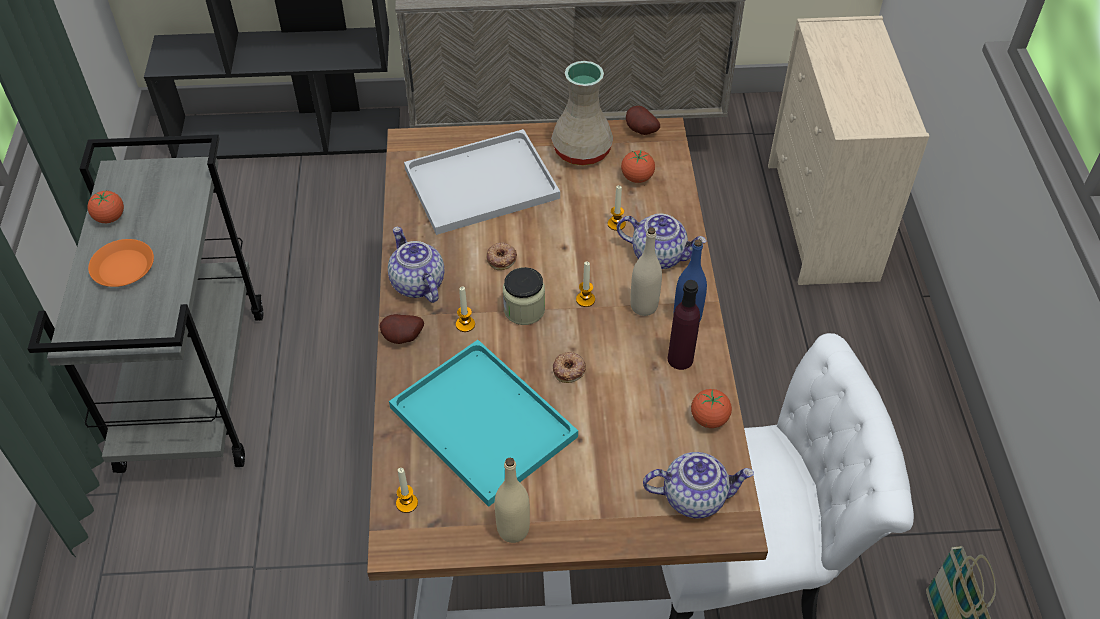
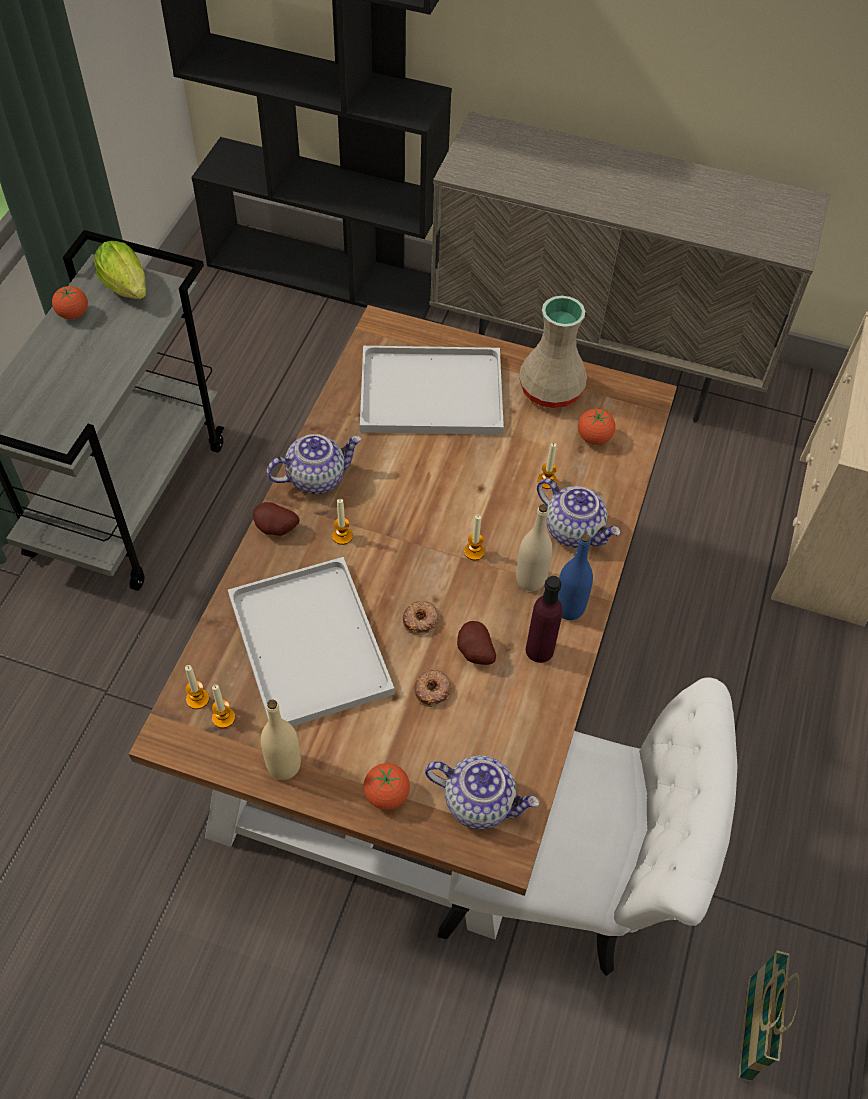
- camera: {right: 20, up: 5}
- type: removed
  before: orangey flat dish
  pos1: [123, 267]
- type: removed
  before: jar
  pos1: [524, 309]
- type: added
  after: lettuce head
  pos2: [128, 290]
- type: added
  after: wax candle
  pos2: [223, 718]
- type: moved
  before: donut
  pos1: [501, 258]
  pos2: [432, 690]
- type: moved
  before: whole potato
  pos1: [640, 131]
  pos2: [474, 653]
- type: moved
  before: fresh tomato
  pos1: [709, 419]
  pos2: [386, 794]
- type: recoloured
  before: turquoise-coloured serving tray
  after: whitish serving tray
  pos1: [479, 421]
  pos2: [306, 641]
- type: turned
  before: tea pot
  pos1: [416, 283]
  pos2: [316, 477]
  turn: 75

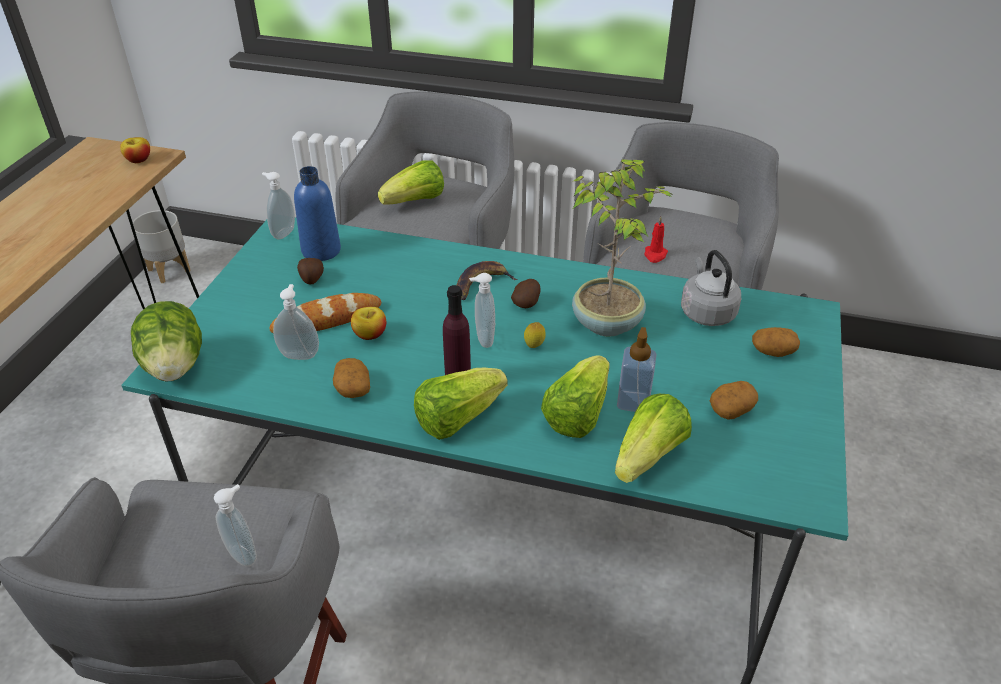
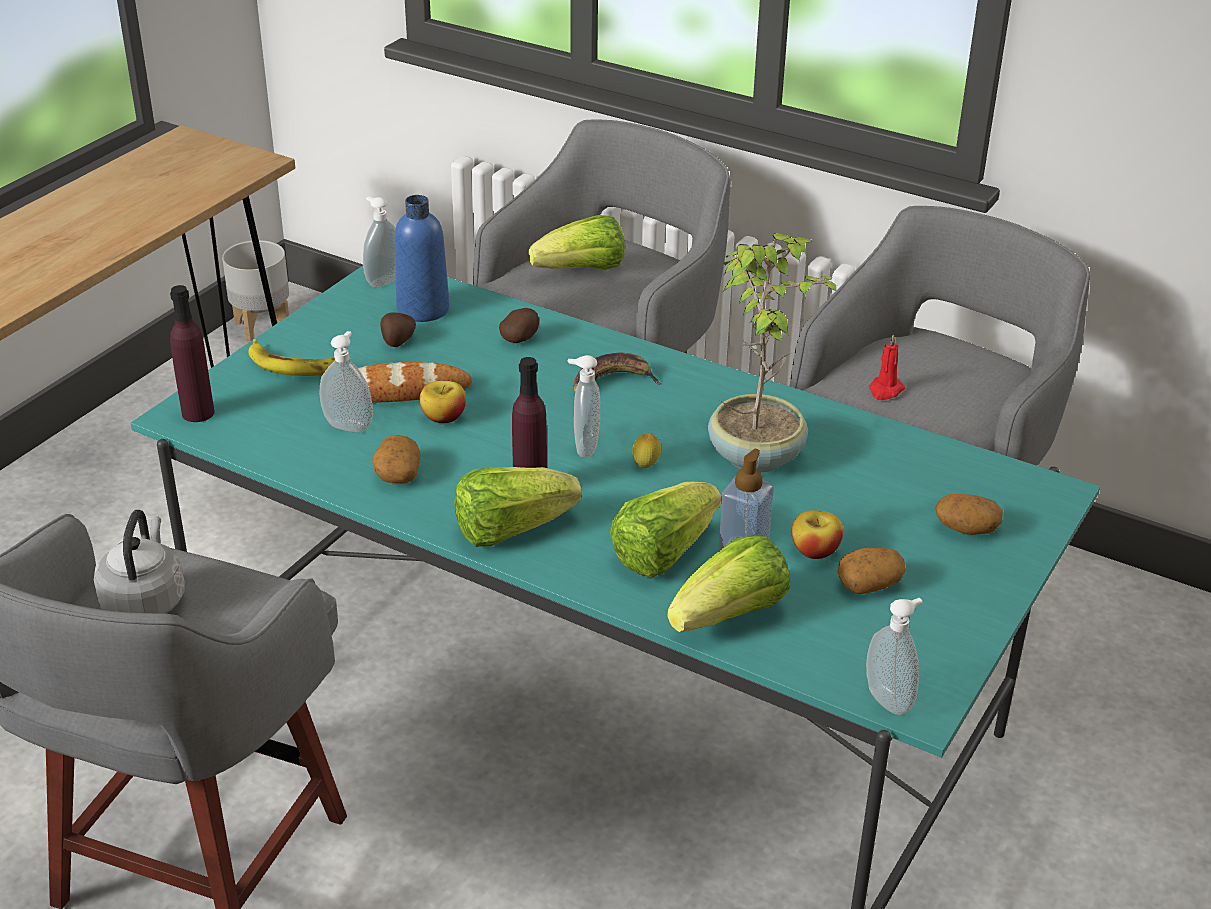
- camera: {right: 15, up: -5}
- type: added
  after: banana
  pos2: [292, 364]
- type: moved
  before: apple
  pos1: [138, 160]
  pos2: [815, 551]
- type: moved
  before: liquid soap bottle
  pos1: [244, 553]
  pos2: [890, 699]
- type: moved
  before: whole potato
  pos1: [527, 303]
  pos2: [520, 339]
- type: moved
  before: greyish water kettle
  pos1: [706, 312]
  pos2: [145, 599]
- type: replaced
  before: lettuce head
  after: purple-coloured beverage bottle
  pos1: [175, 366]
  pos2: [198, 413]

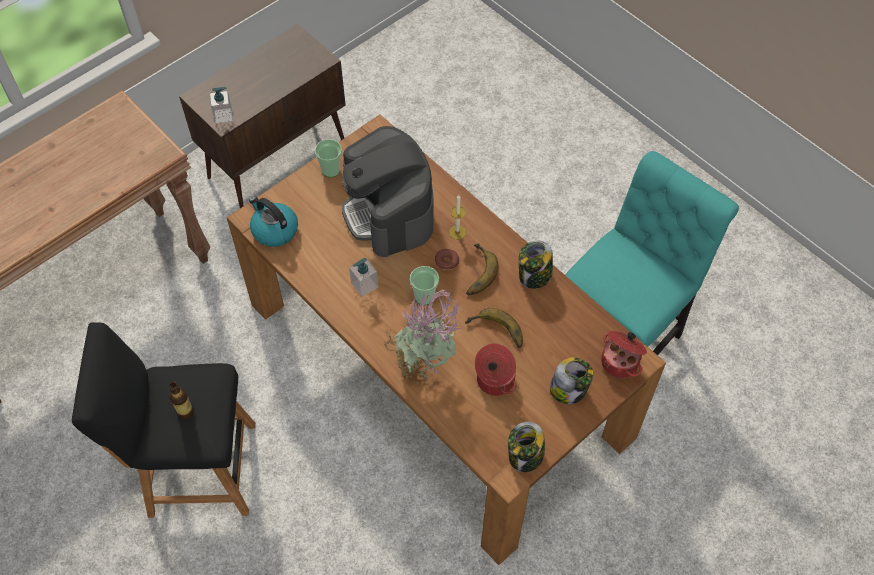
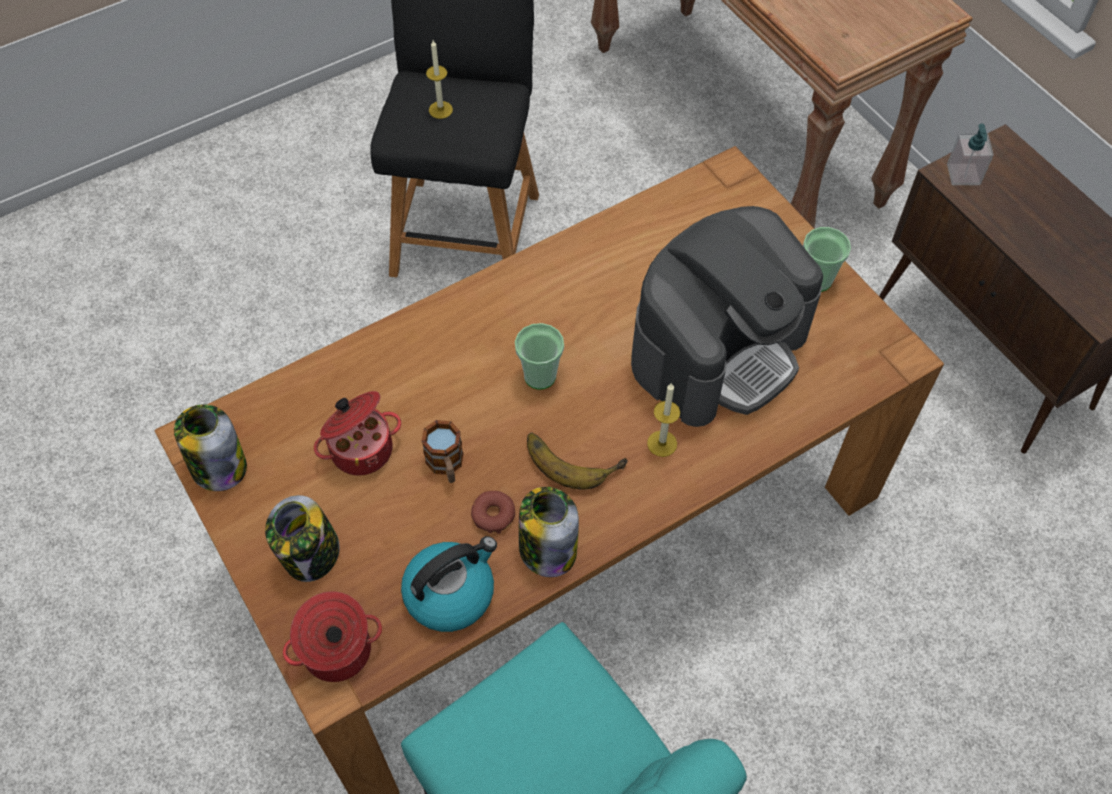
- camera: {right: 100, up: 0}
- type: removed
  before: liquid soap bottle
  pos1: [364, 285]
- type: removed
  before: potted plant
  pos1: [424, 365]
- type: moved
  before: water kettle
  pos1: [274, 230]
  pos2: [450, 593]
- type: moved
  before: donut
  pos1: [446, 262]
  pos2: [493, 515]
- type: replaced
  before: beverage bottle
  after: wax candle
  pos1: [186, 412]
  pos2: [440, 110]
- type: replaced
  before: banana
  after: coffee mug
  pos1: [495, 333]
  pos2: [446, 465]
- type: turned
  before: coffee brewer
  pos1: [389, 212]
  pos2: [719, 349]
  turn: 150

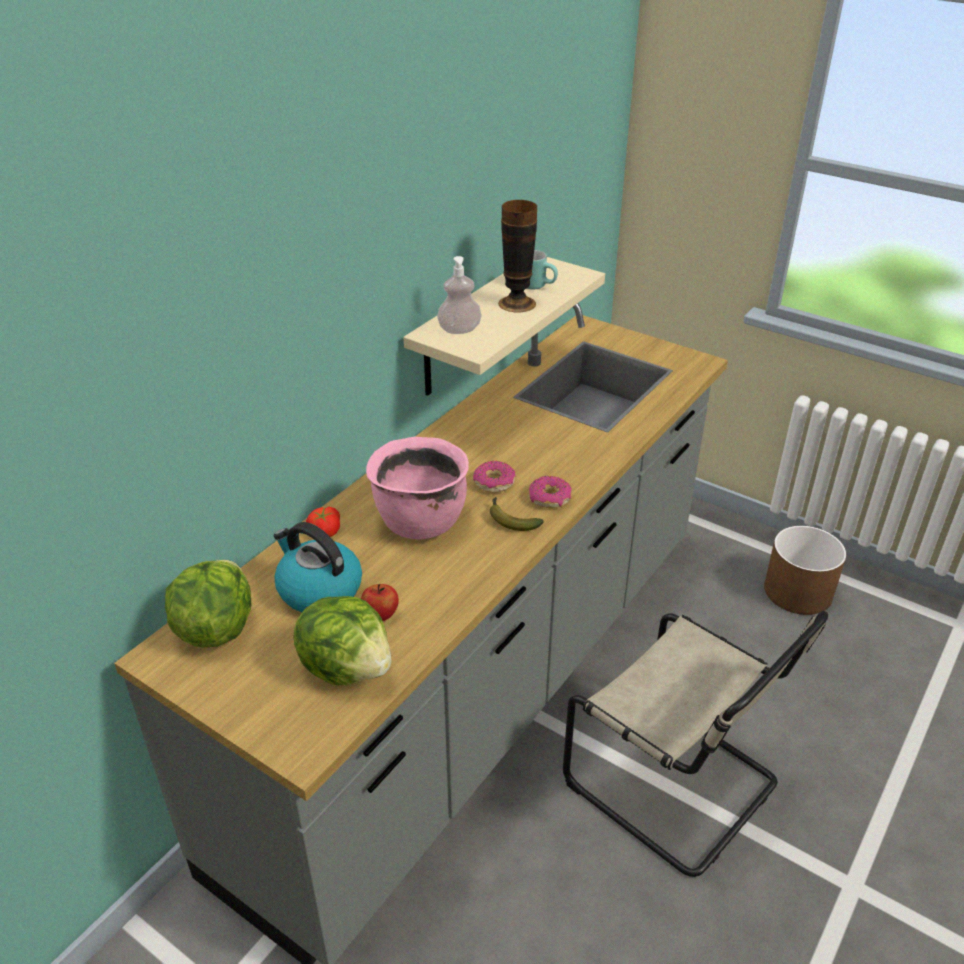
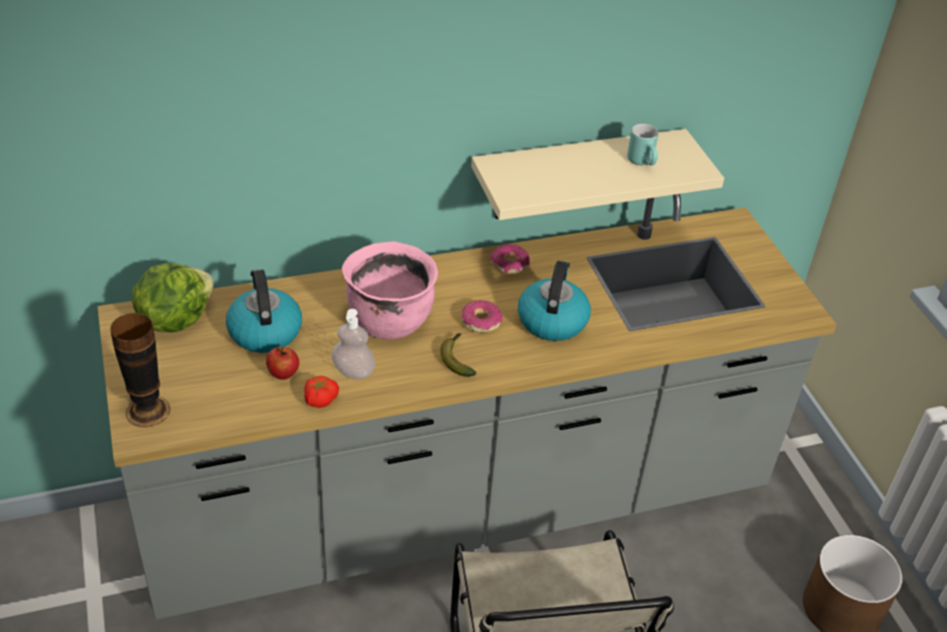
- camera: {right: 35, up: 5}
- type: removed
  before: lettuce head
  pos1: [347, 667]
- type: added
  after: water kettle
  pos2: [552, 320]
- type: moved
  before: fresh tomato
  pos1: [324, 531]
  pos2: [320, 399]
- type: moved
  before: liquid soap bottle
  pos1: [459, 330]
  pos2: [353, 371]
- type: moved
  before: decorative vase
  pos1: [517, 303]
  pos2: [148, 411]
- type: moved
  before: donut
  pos1: [550, 498]
  pos2: [509, 265]

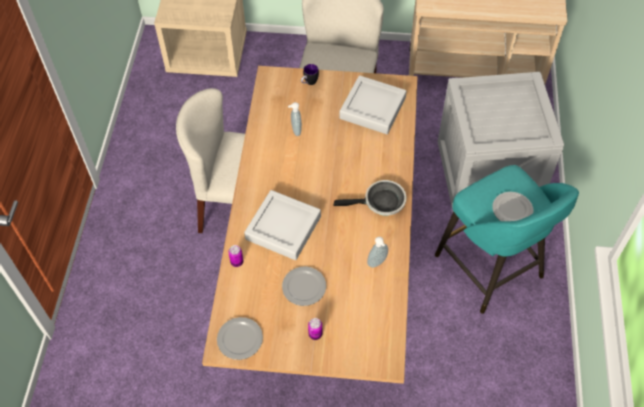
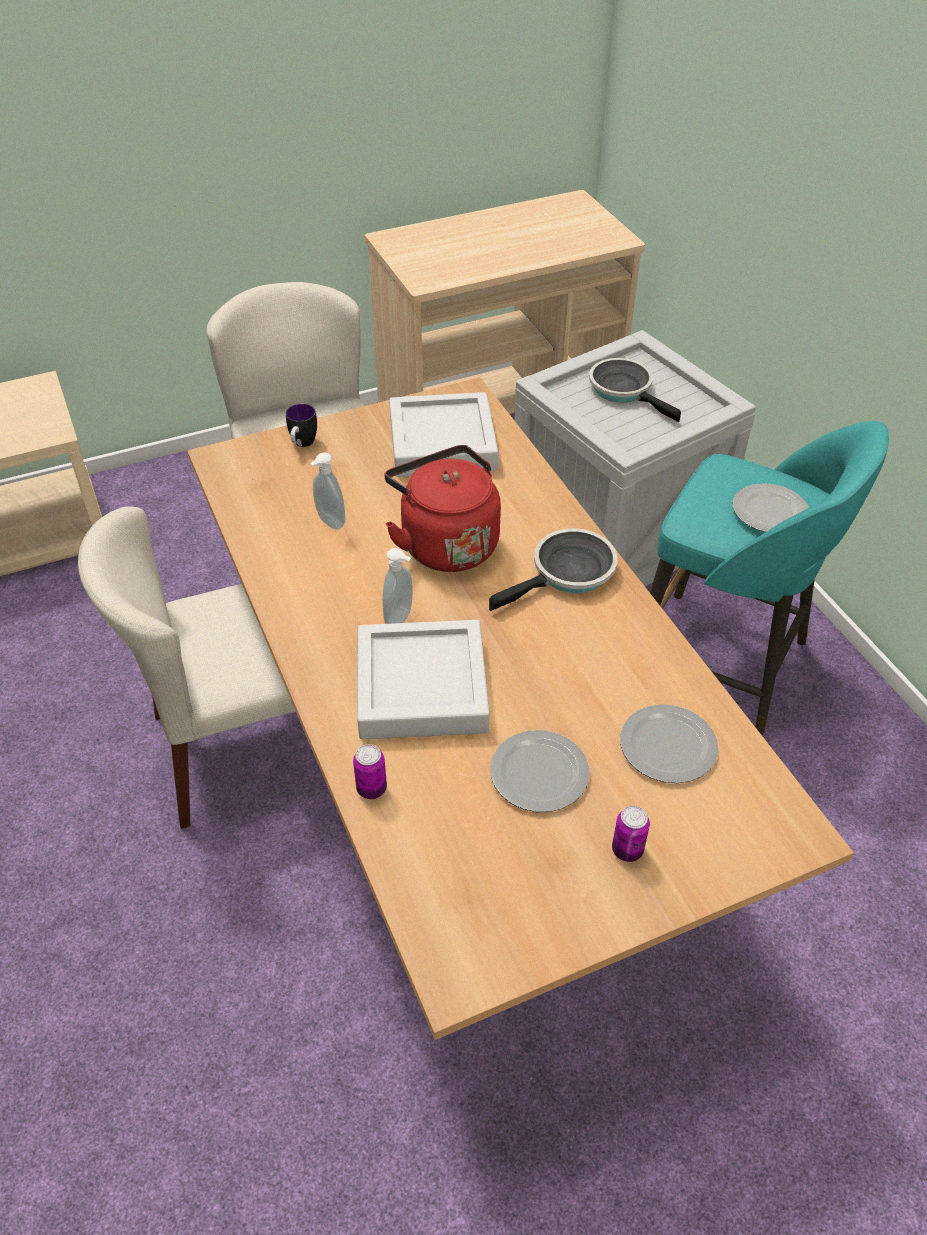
- camera: {right: -30, up: -10}
- type: added
  after: reddish water kettle
  pos2: [445, 543]
- type: added
  after: pan
  pos2: [624, 390]
- type: moved
  before: flat dish
  pos1: [239, 339]
  pos2: [666, 746]
- type: moved
  before: liquid soap bottle
  pos1: [377, 263]
  pos2: [401, 619]

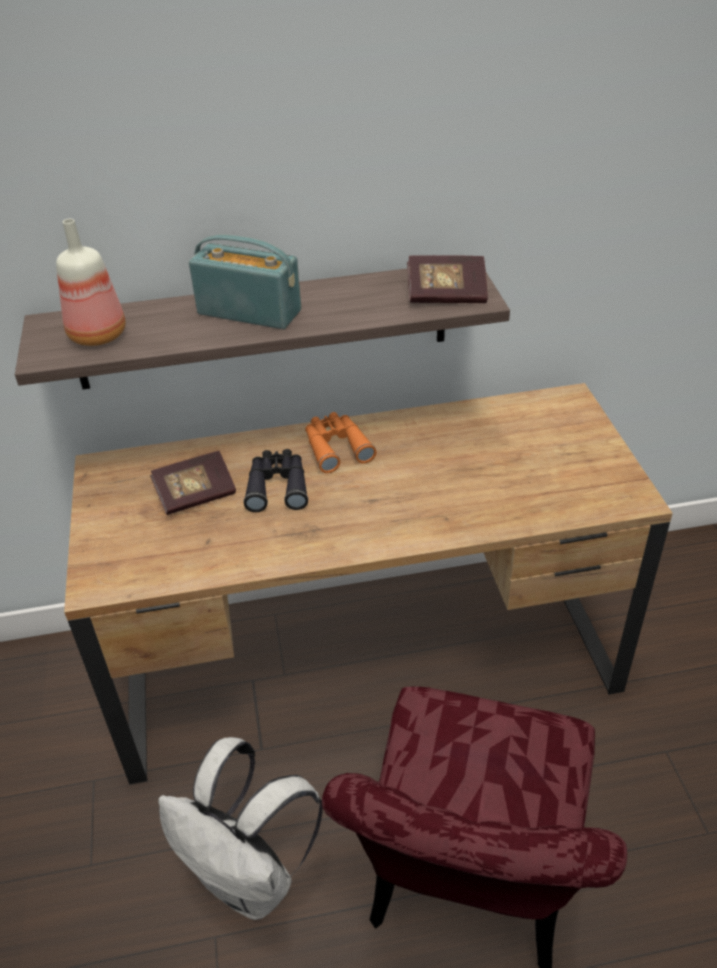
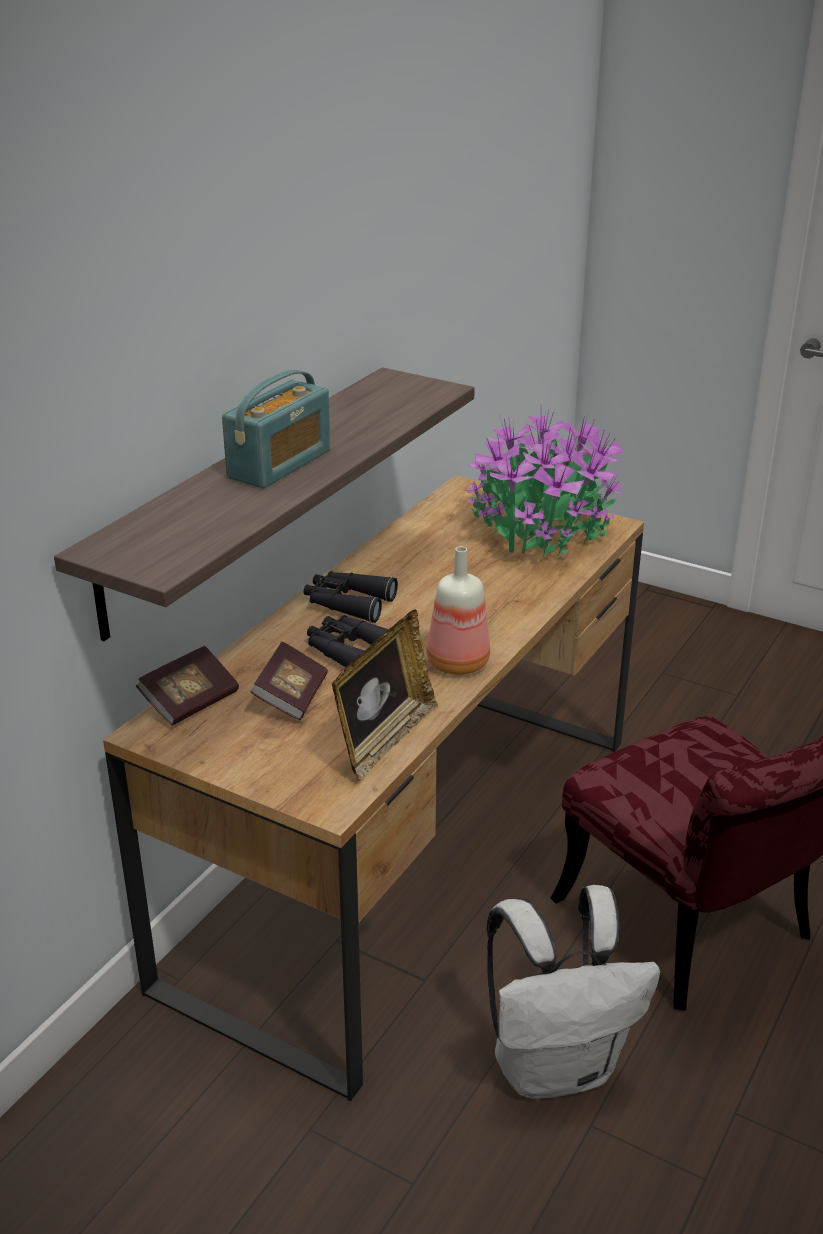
- camera: {right: -50, up: -10}
- type: added
  after: standing frame
  pos2: [384, 740]
- type: added
  after: potted plant
  pos2: [539, 531]
- type: moved
  before: beverage bottle
  pos1: [96, 335]
  pos2: [456, 664]
- type: moved
  before: bound book
  pos1: [446, 295]
  pos2: [190, 702]
- type: recoloured
  before: orangey pair of binoculars
  after: blackish pair of binoculars
  pos1: [336, 447]
  pos2: [347, 603]
- type: turned
  before: radio set
  pos1: [249, 312]
  pos2: [280, 464]
  turn: 150

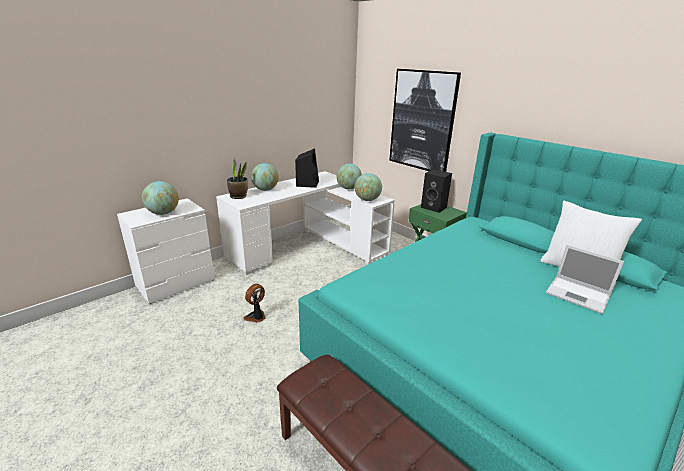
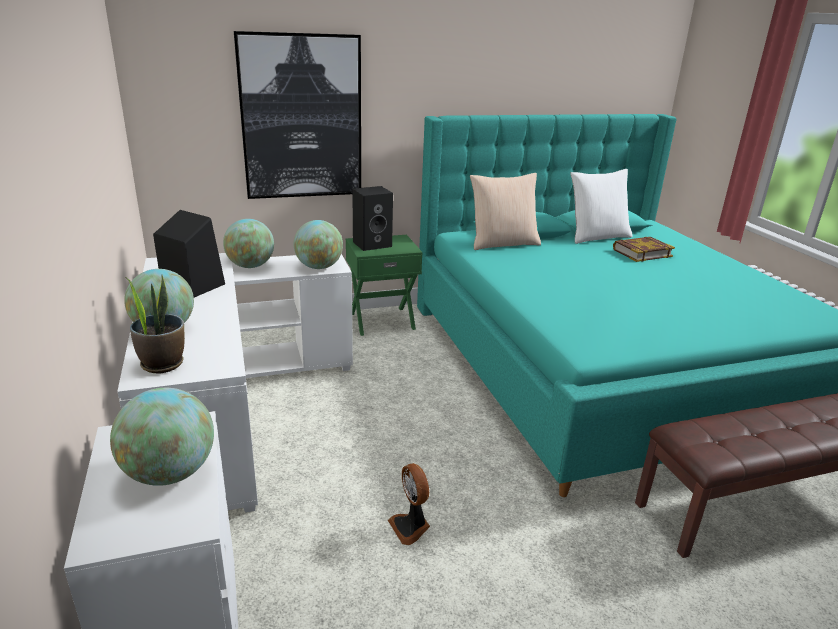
- camera: {right: -65, up: 0}
- type: added
  after: sand-coloured pillow
  pos2: [502, 243]
- type: replaced
  before: laptop
  after: bound book
  pos1: [579, 295]
  pos2: [641, 253]

